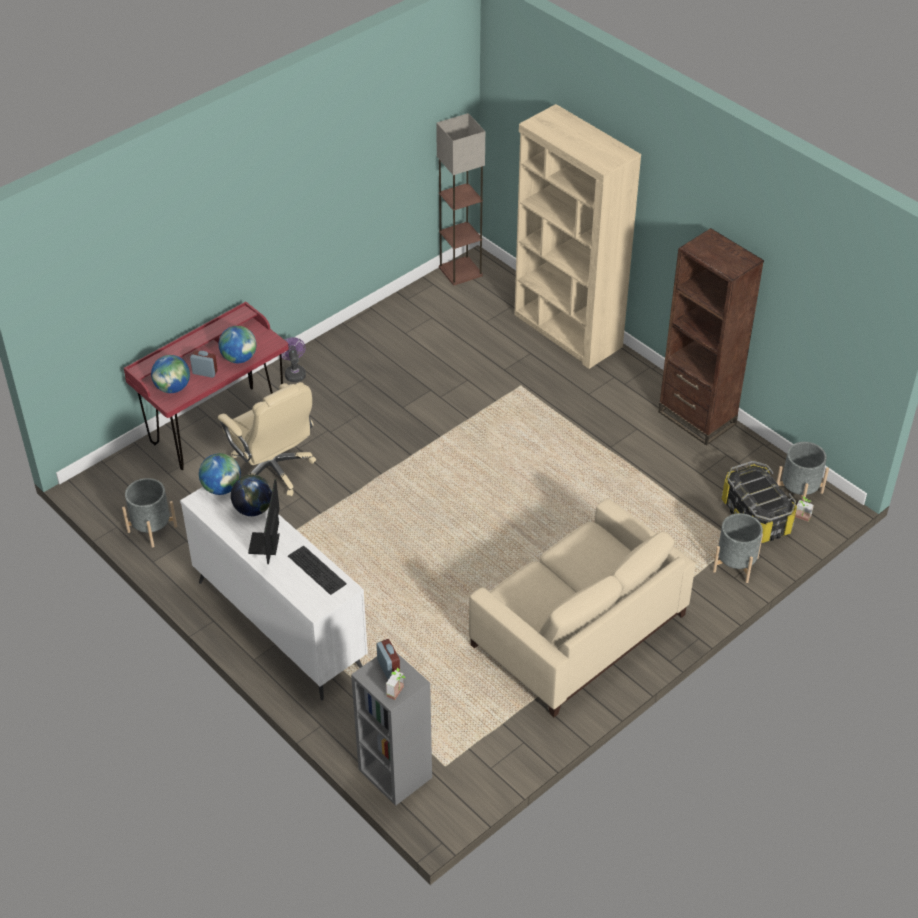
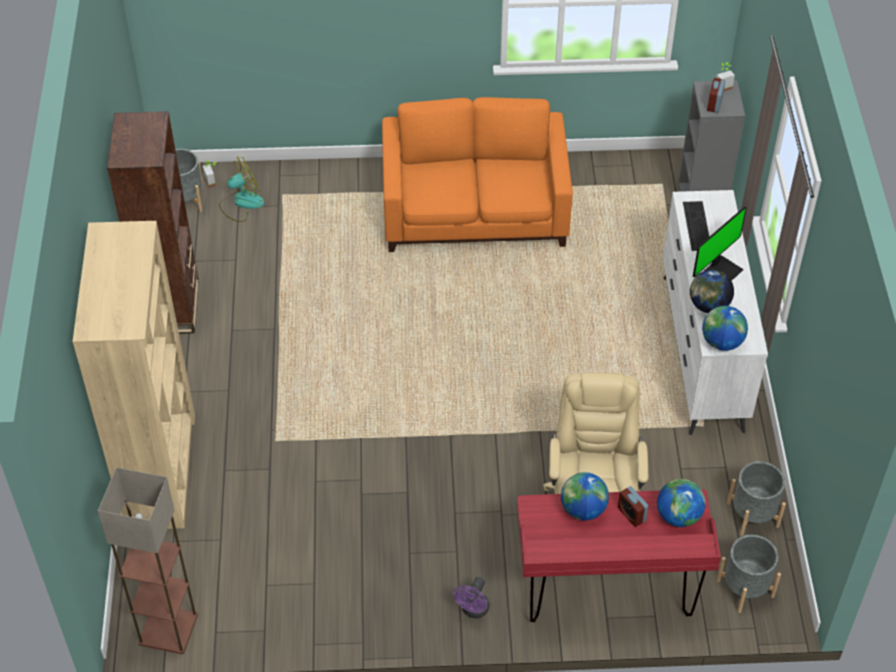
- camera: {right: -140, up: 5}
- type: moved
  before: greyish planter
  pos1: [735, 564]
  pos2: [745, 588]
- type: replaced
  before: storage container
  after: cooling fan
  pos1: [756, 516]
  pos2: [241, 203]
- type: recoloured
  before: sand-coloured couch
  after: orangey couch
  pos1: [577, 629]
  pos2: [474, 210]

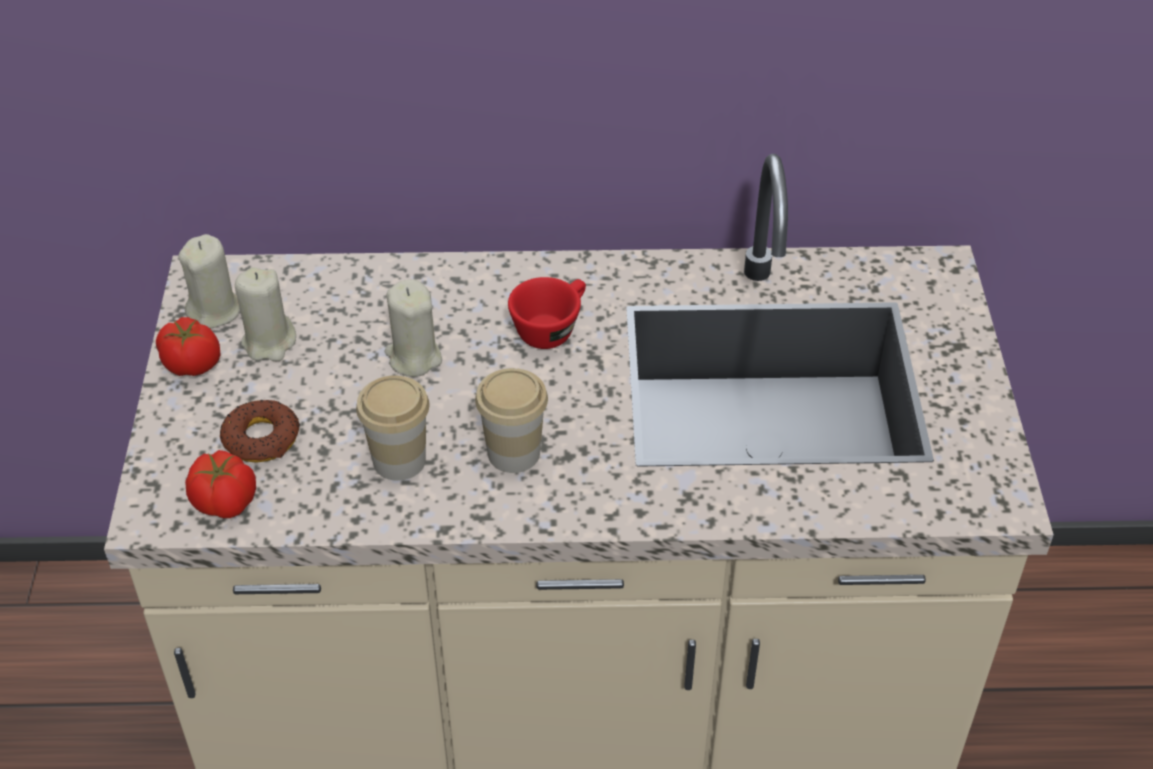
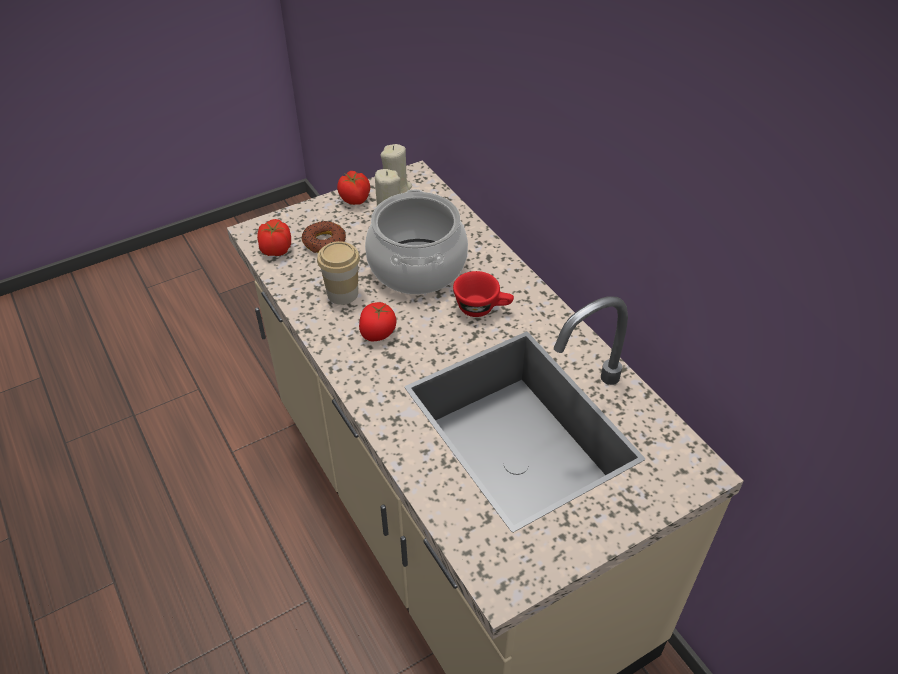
- camera: {right: 60, up: 0}
- type: replaced
  before: sand-coloured wax candle
  after: stockpot
  pos1: [413, 357]
  pos2: [418, 267]
- type: replaced
  before: cup
  after: fresh tomato
  pos1: [513, 453]
  pos2: [378, 333]

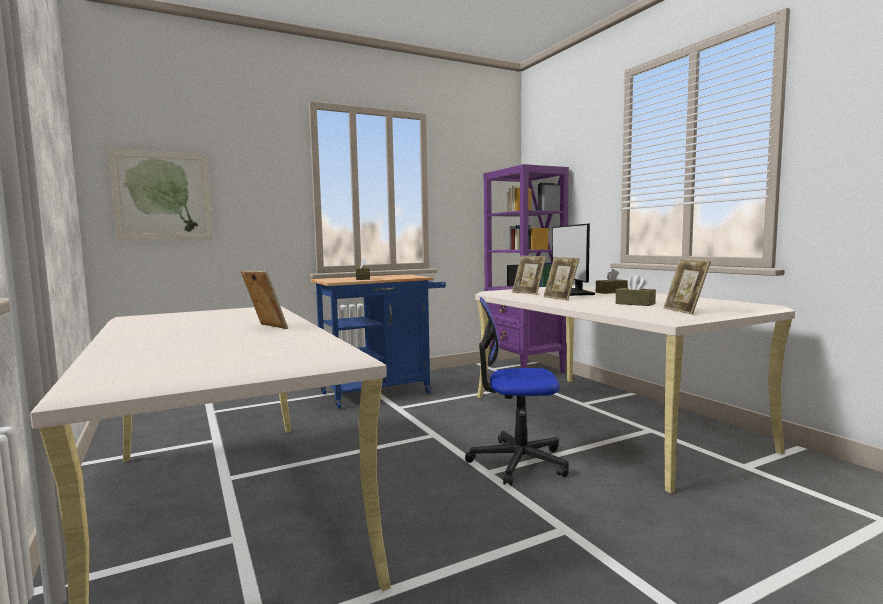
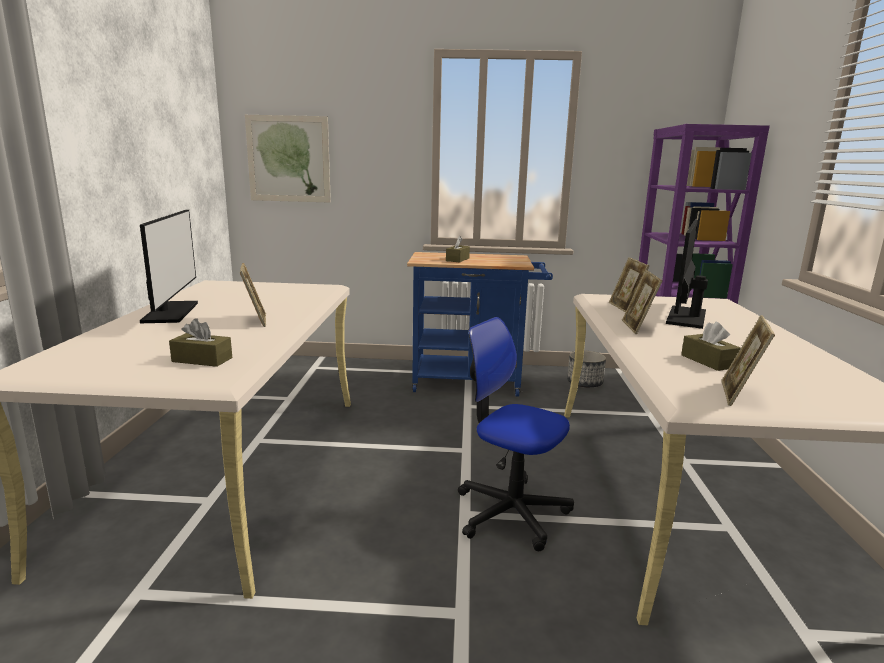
- camera: {right: 30, up: 10}
- type: added
  after: computer screen
  pos2: [170, 312]
- type: added
  after: planter
  pos2: [585, 383]
- type: moved
  before: brown-coloured tissue box
  pos1: [611, 292]
  pos2: [202, 360]

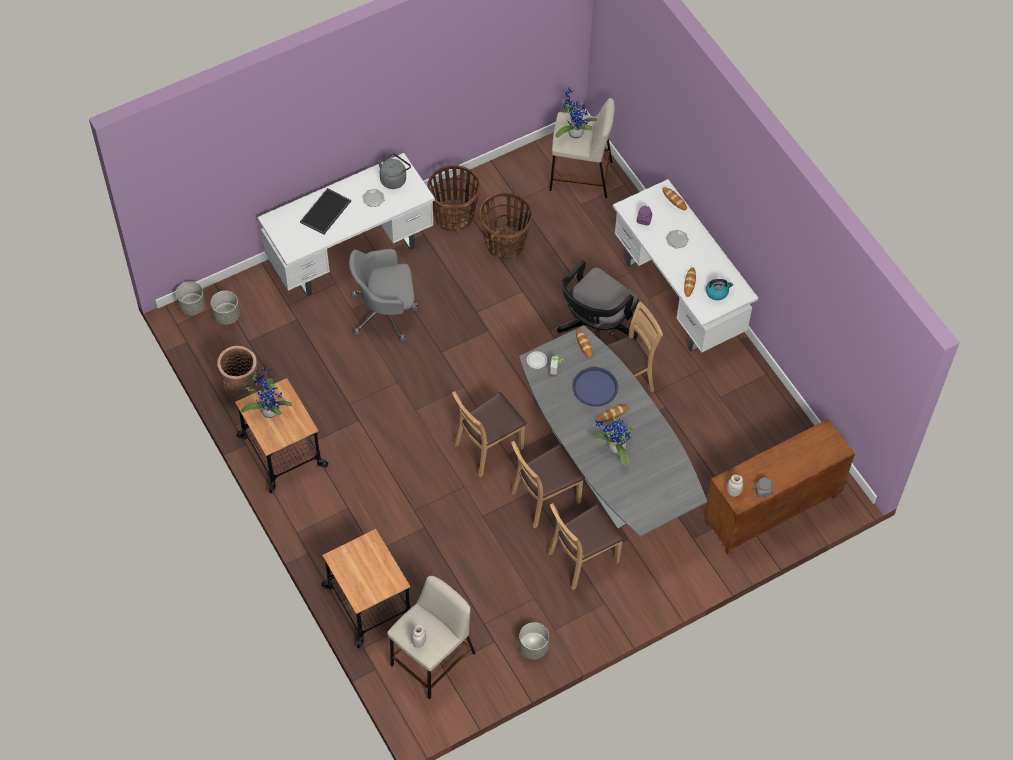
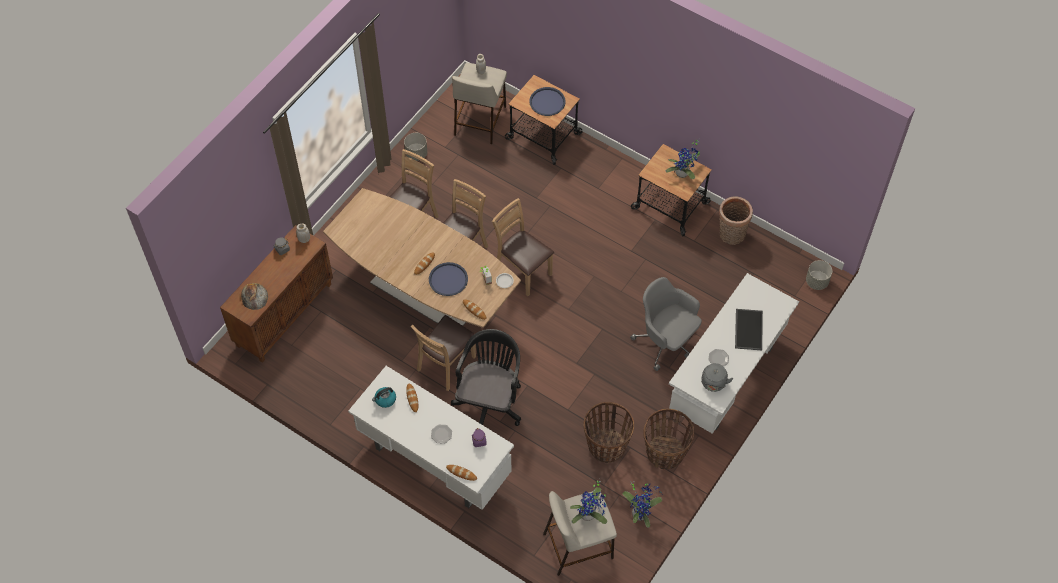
- camera: {right: 155, up: 0}
- type: removed
  before: greyish planter
  pos1: [226, 315]
- type: added
  after: bread
  pos2: [254, 296]
- type: added
  after: blue serving tray
  pos2: [547, 102]
- type: moved
  before: potted plant
  pos1: [614, 449]
  pos2: [640, 513]
- type: recoloured
  before: greyish dining table
  after: brown-coloured dining table
  pos1: [606, 469]
  pos2: [425, 293]
- type: turned
  before: greyish computer chair
  pos1: [385, 313]
  pos2: [666, 342]
  turn: -105
- type: turned
  before: brown-coloured chair
  pos1: [488, 447]
  pos2: [522, 271]
  turn: -75

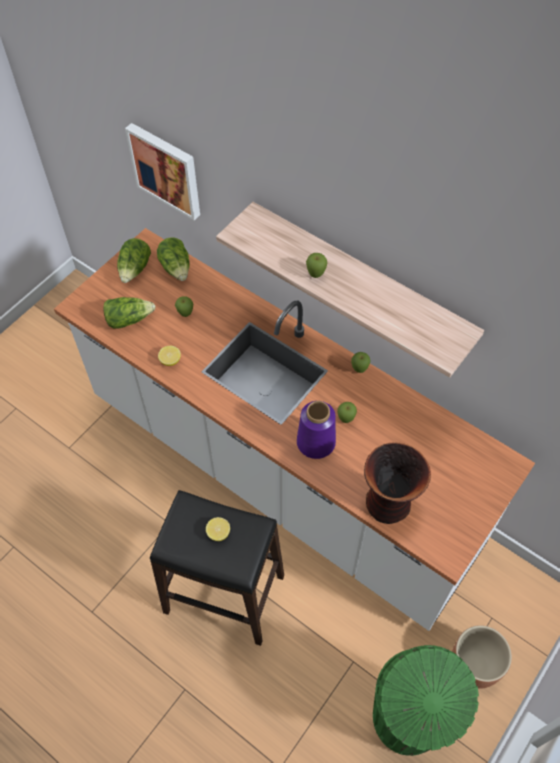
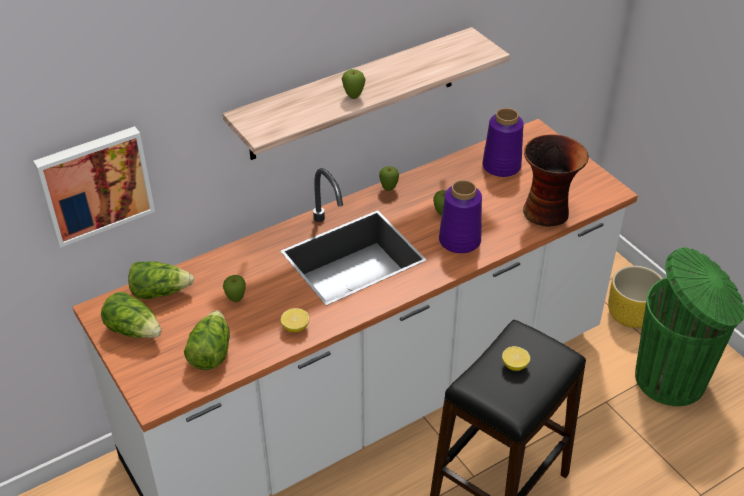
- camera: {right: -70, up: -15}
- type: added
  after: purple-coloured decorative vase
  pos2: [501, 166]
- type: recoloured
  before: brown-coloured planter
  after: yellowish planter
  pos1: [473, 665]
  pos2: [631, 316]

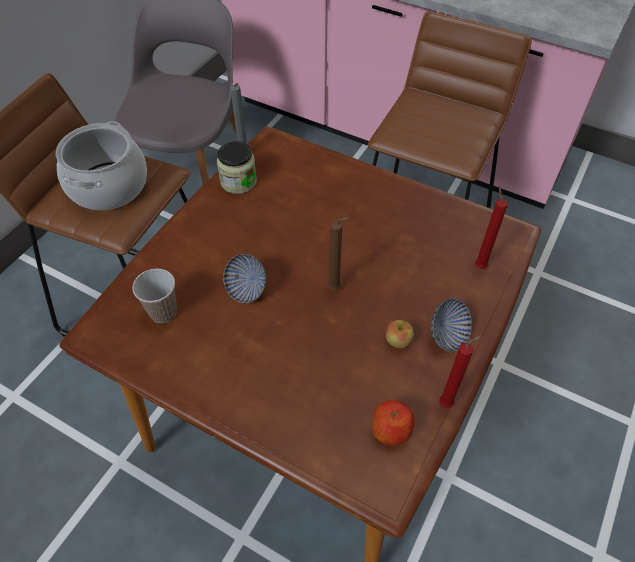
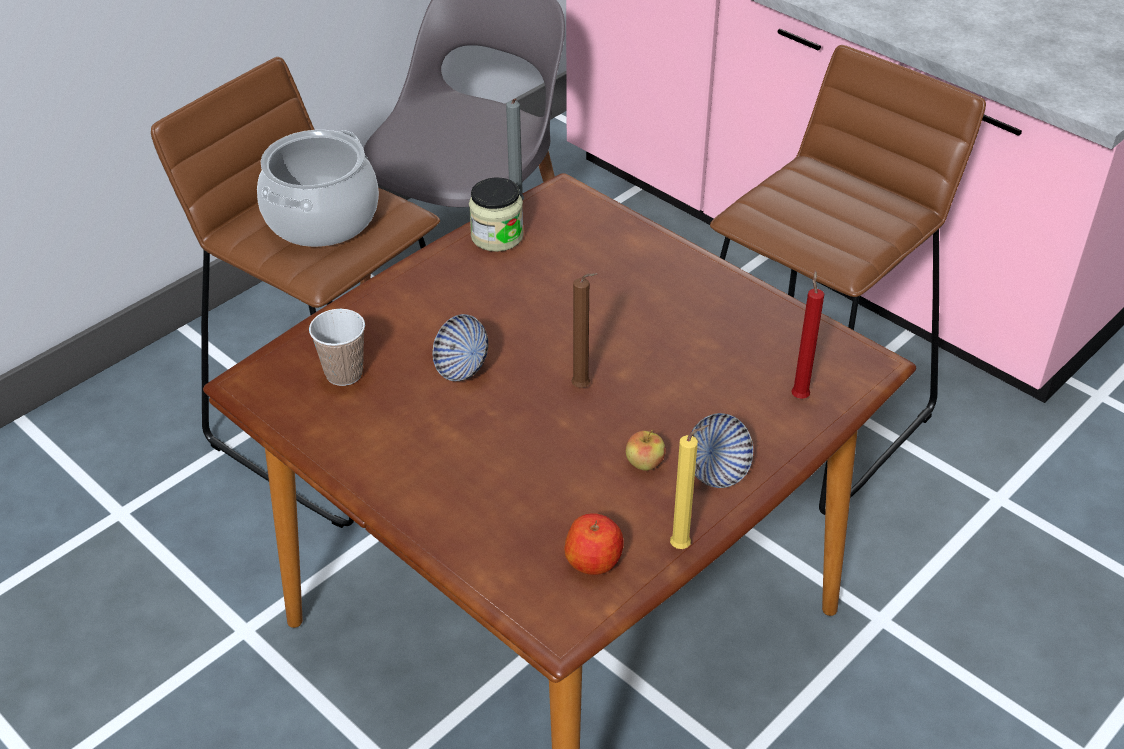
- camera: {right: 15, up: -10}
- type: recoloured
  before: reddish wax candle
  after: yellowish wax candle
  pos1: [447, 403]
  pos2: [683, 546]

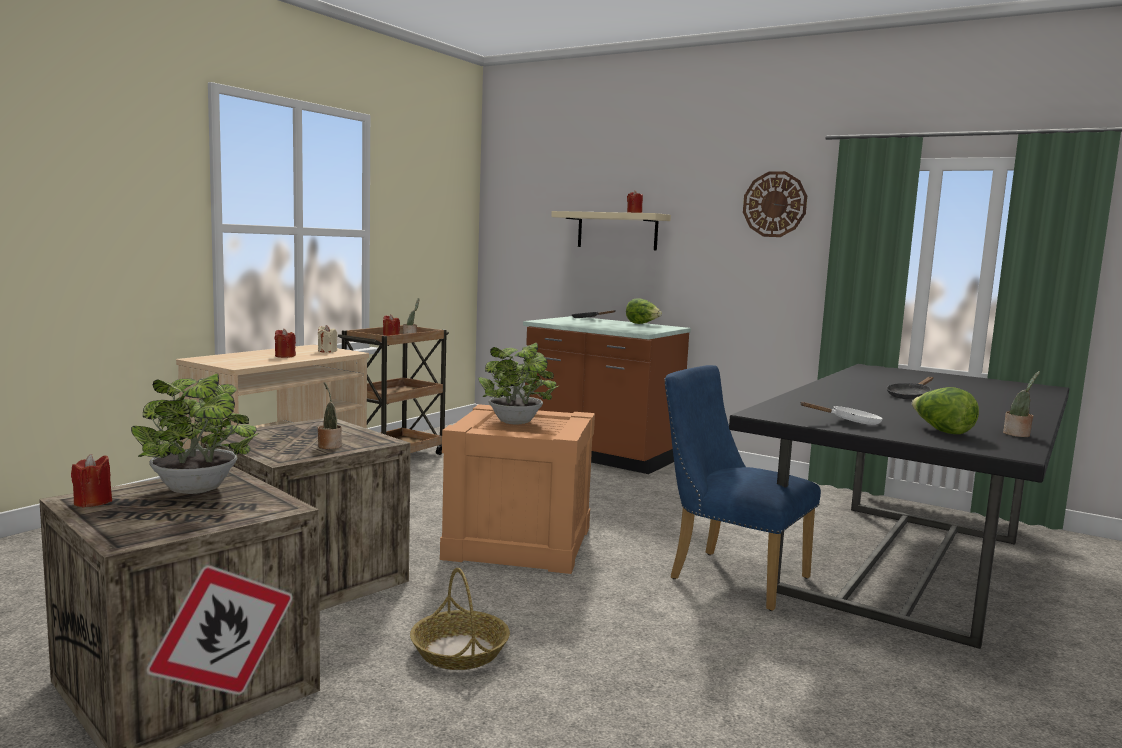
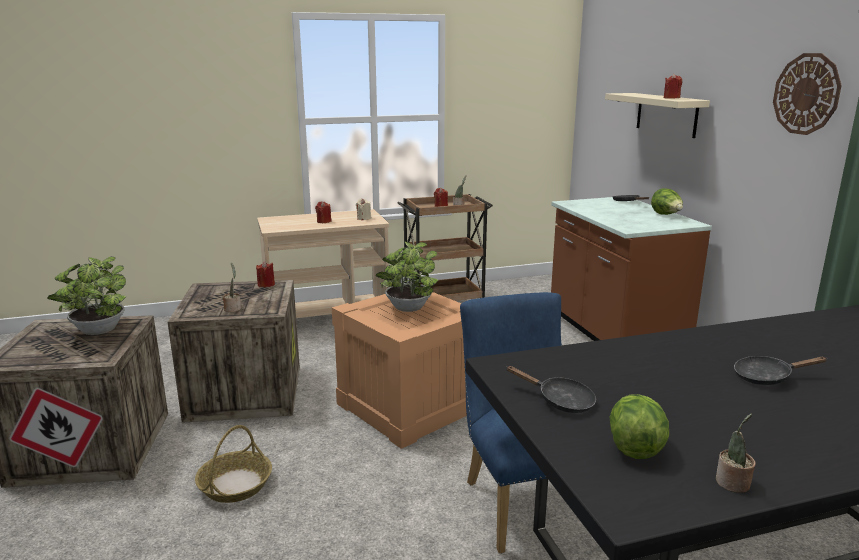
- camera: {right: 40, up: 10}
- type: moved
  before: reddish wax candle
  pos1: [93, 502]
  pos2: [266, 285]
- type: recoloured
  before: whitish pan
  after: blackish pan
  pos1: [850, 422]
  pos2: [560, 401]

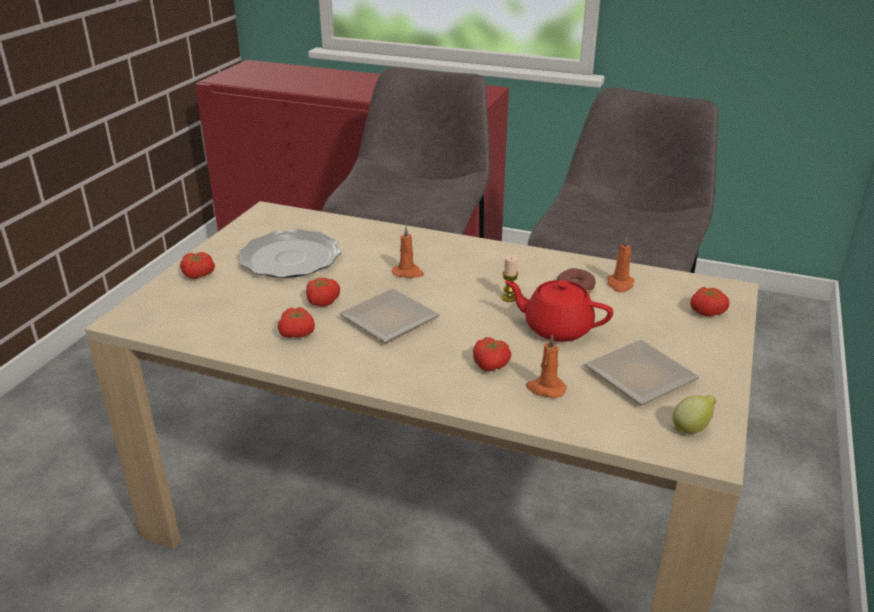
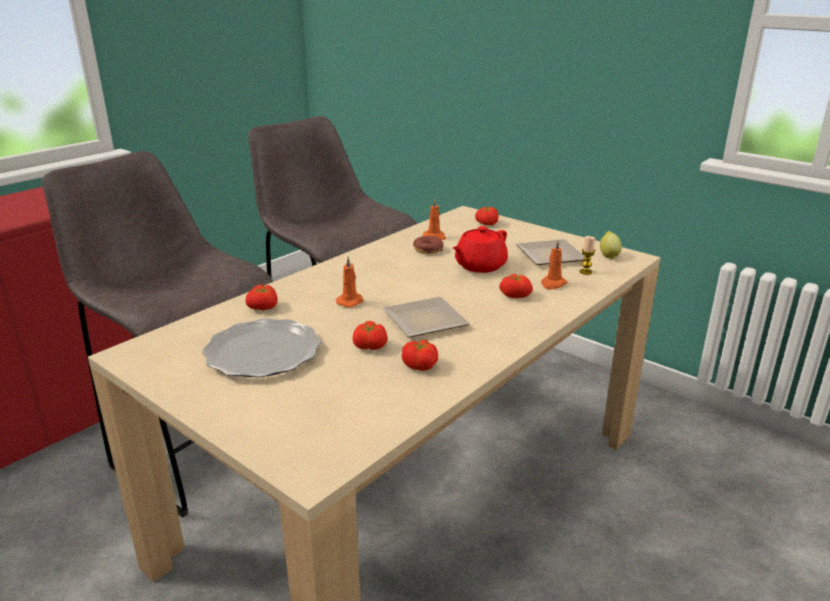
- camera: {right: -70, up: -5}
- type: moved
  before: fresh tomato
  pos1: [198, 275]
  pos2: [264, 308]
- type: moved
  before: wax candle
  pos1: [509, 298]
  pos2: [585, 272]

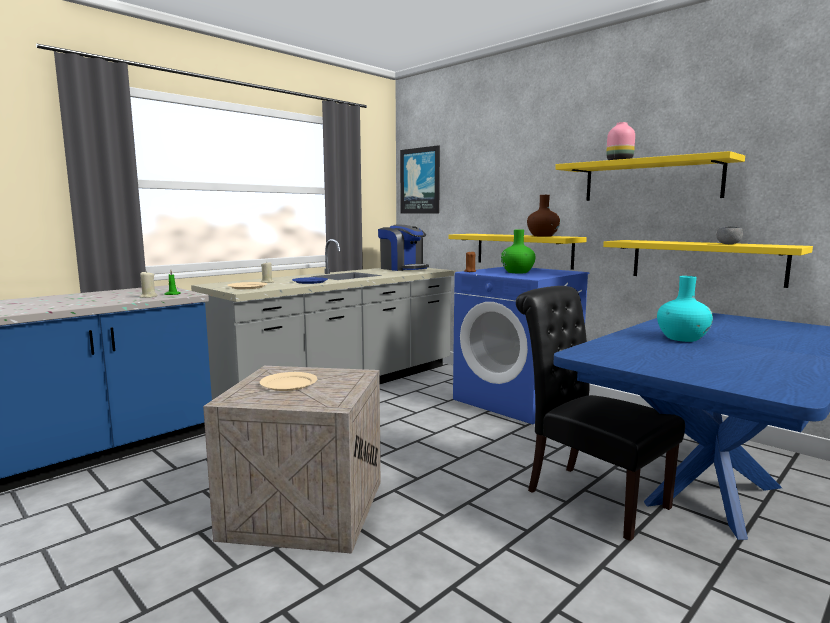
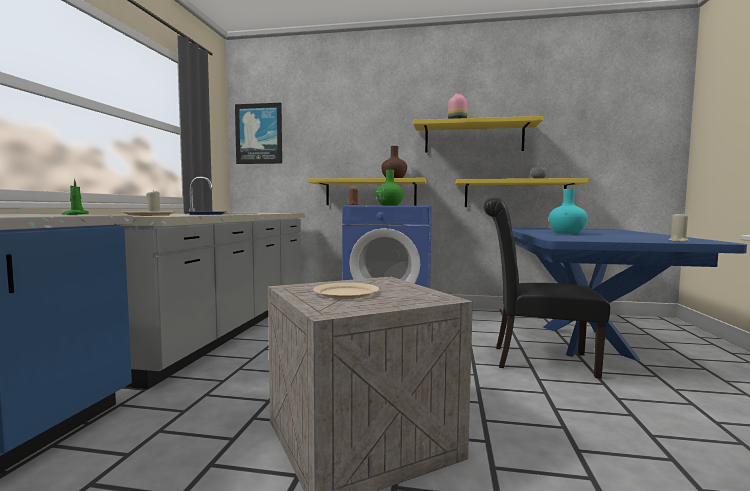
- camera: {right: -35, up: -5}
- type: removed
  before: coffee brewer
  pos1: [403, 268]
- type: moved
  before: sand-coloured wax candle
  pos1: [148, 296]
  pos2: [678, 241]

